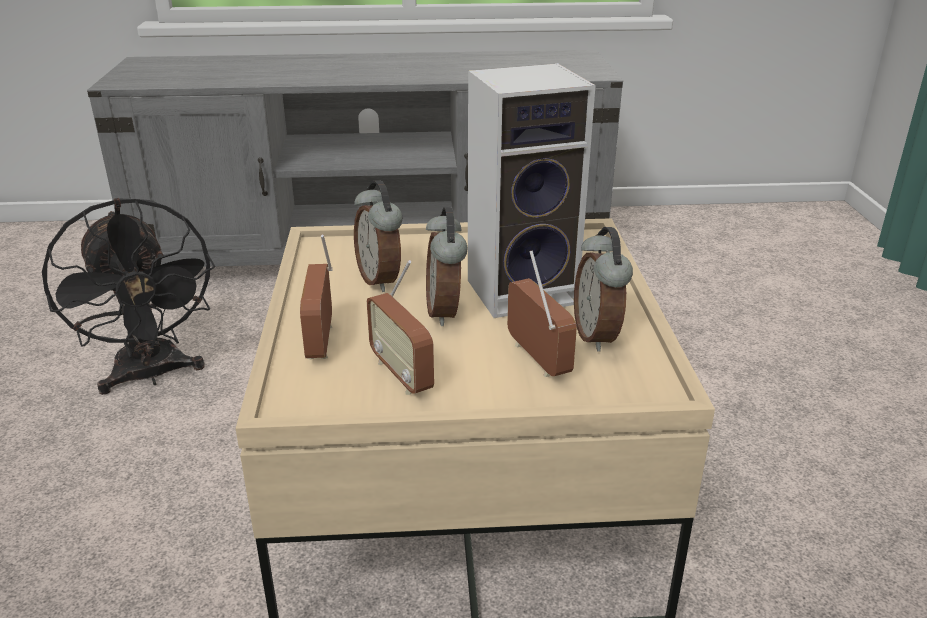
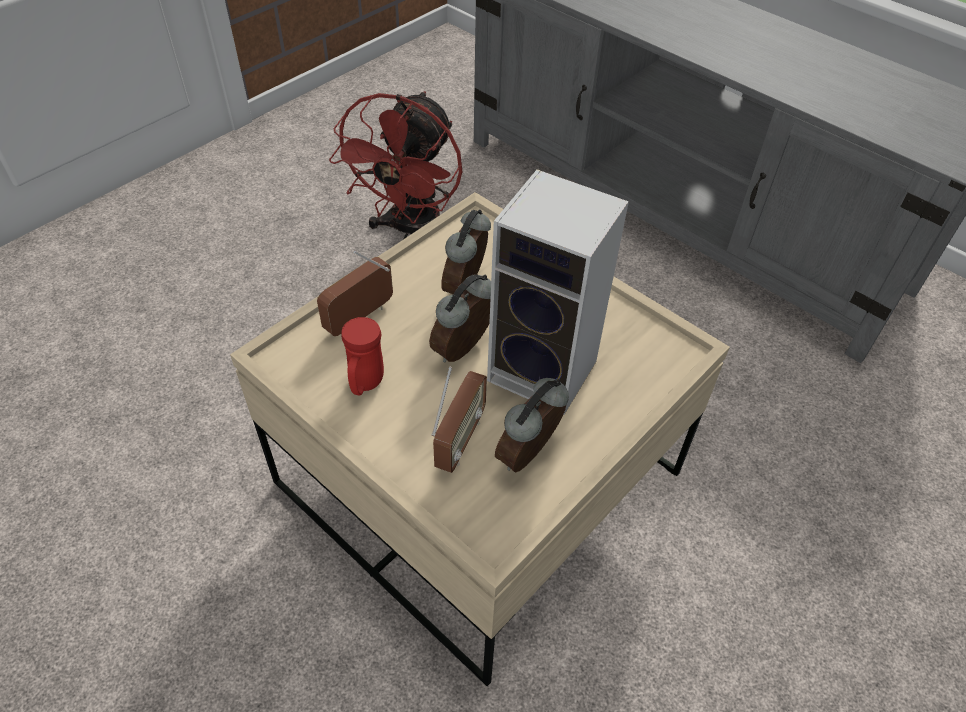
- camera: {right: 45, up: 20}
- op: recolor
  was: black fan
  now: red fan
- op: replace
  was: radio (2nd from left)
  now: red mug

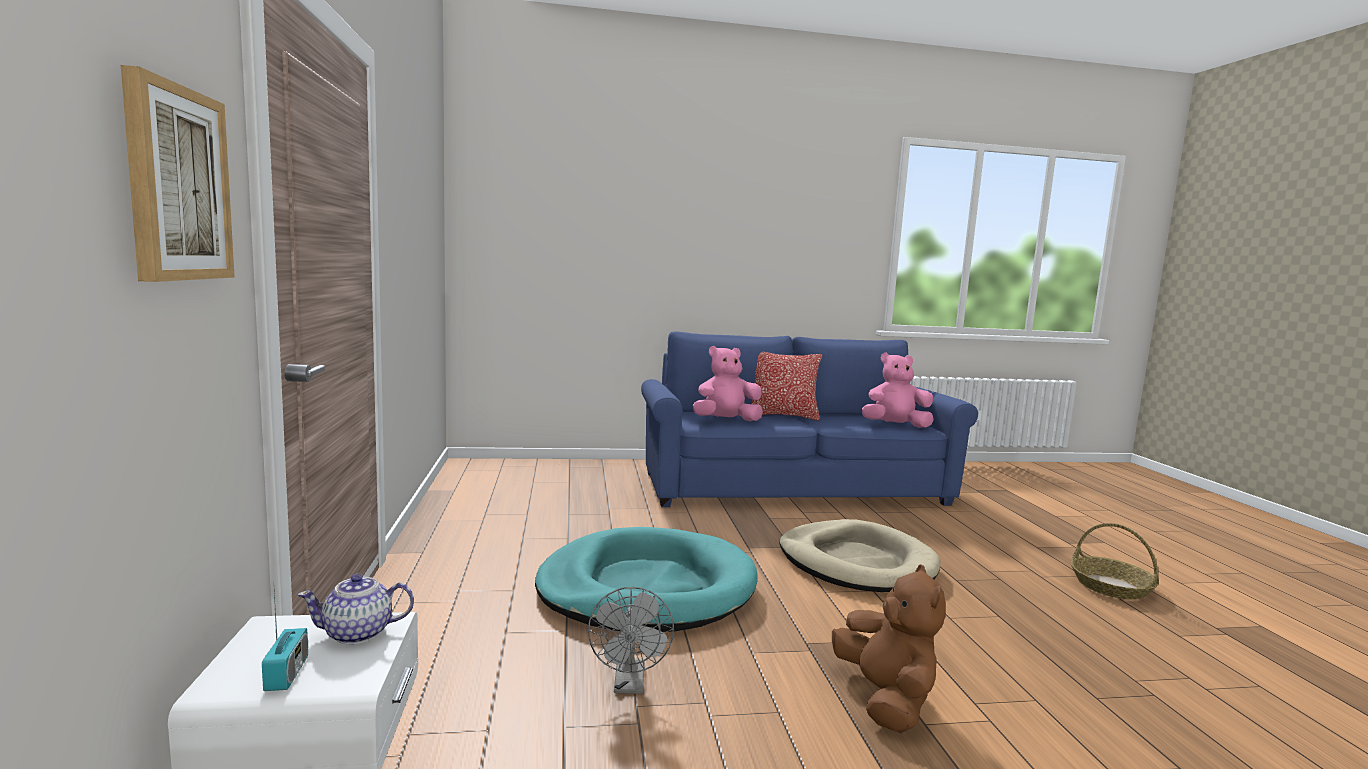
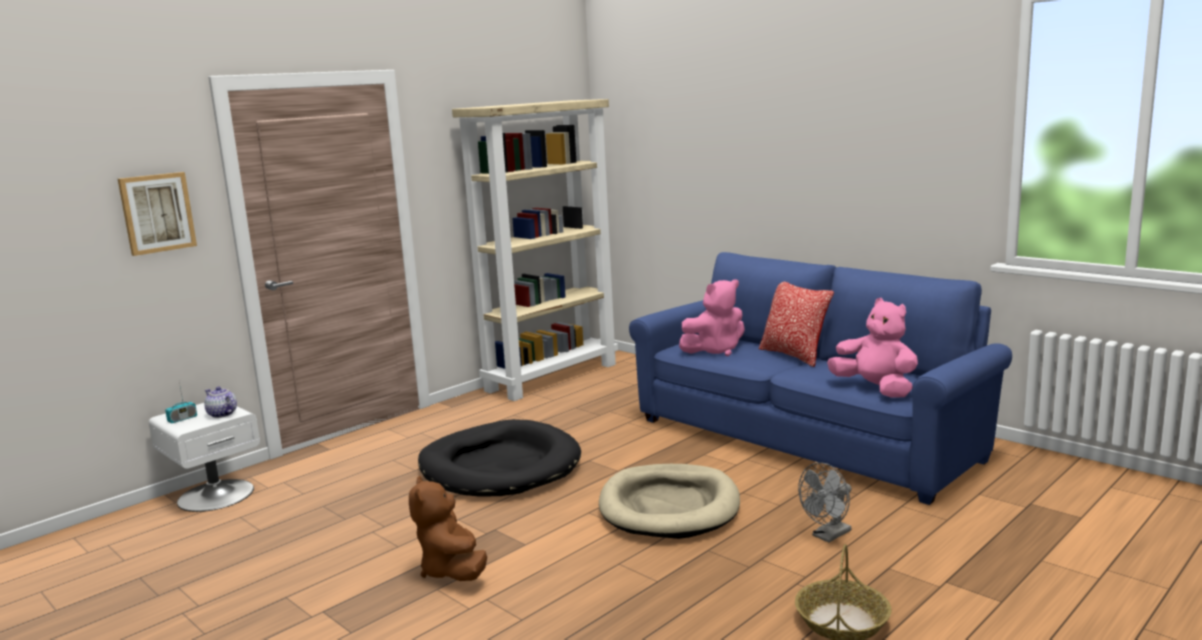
- camera: {right: 55, up: 5}
- op: rotate
  was: brown plush toy
  clockwise: 120
- op: recolor
  was: turquoise dog bed
  now: black dog bed
- op: insert
  now: beige bookcase
- op: rotate
  was: pink plush toy (1st from left)
  clockwise: 120
- op: move
  was: grey fan

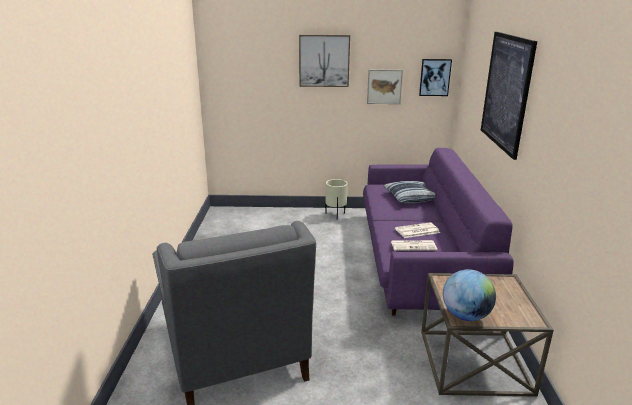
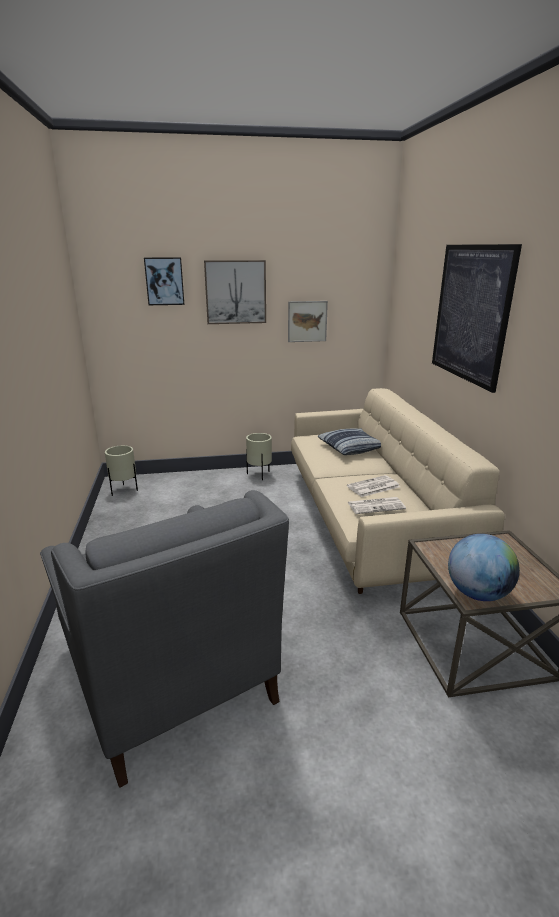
- camera: {right: -10, up: 0}
- op: insert
  now: beige planter (1st from left)
- op: move
  was: picture (3rd from left in the first image)
  now: picture (1st from left)
- op: recolor
  was: purple sofa
  now: beige sofa

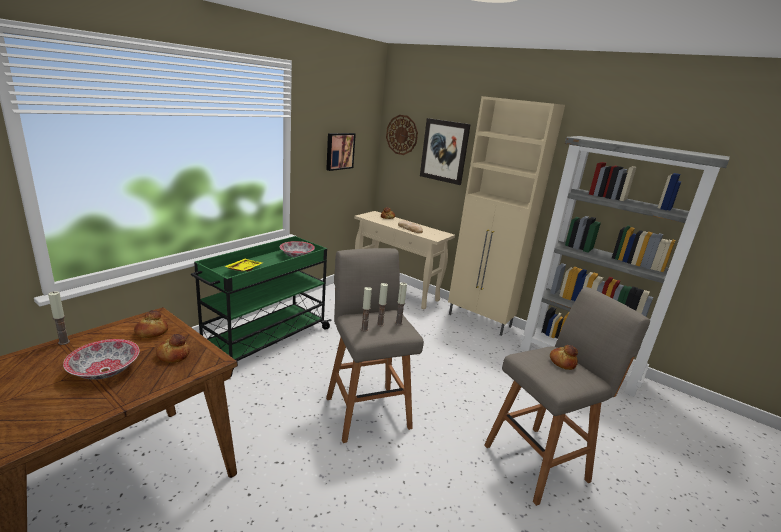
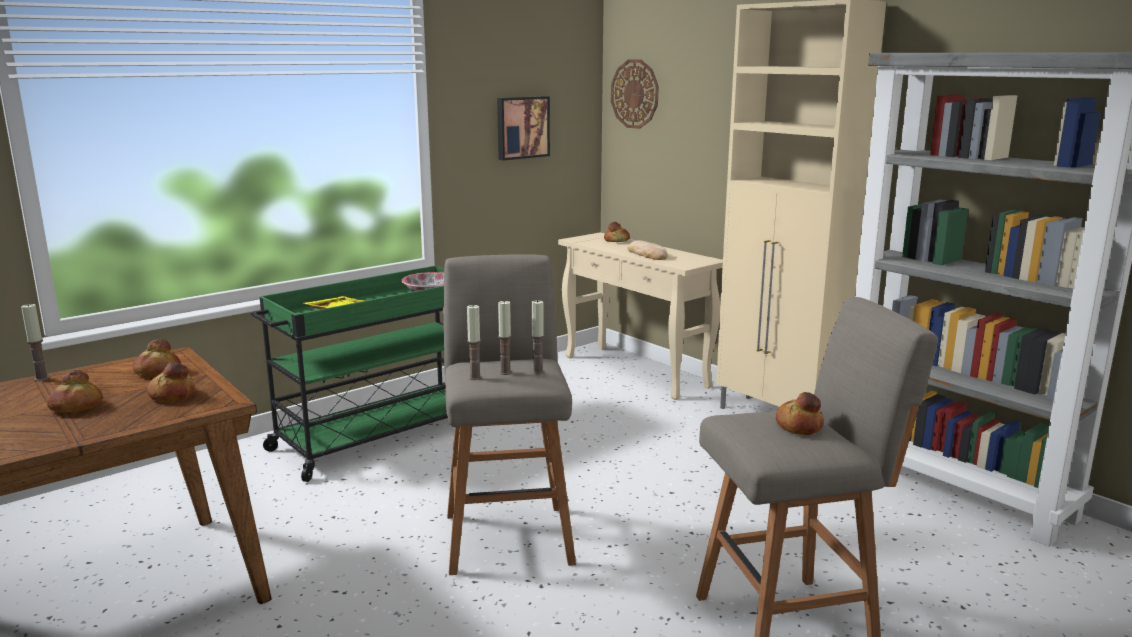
- camera: {right: 15, up: -5}
- op: replace
  was: bowl (1st from left)
  now: bread (1st from left)
- op: delete
  was: picture (2nd from left)

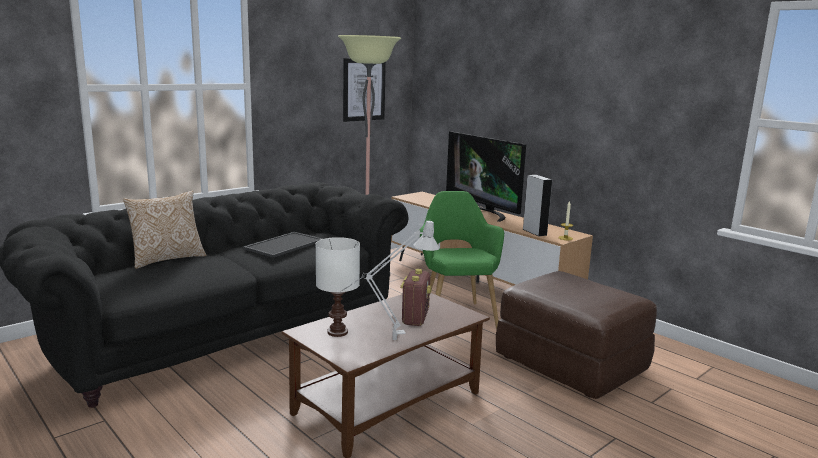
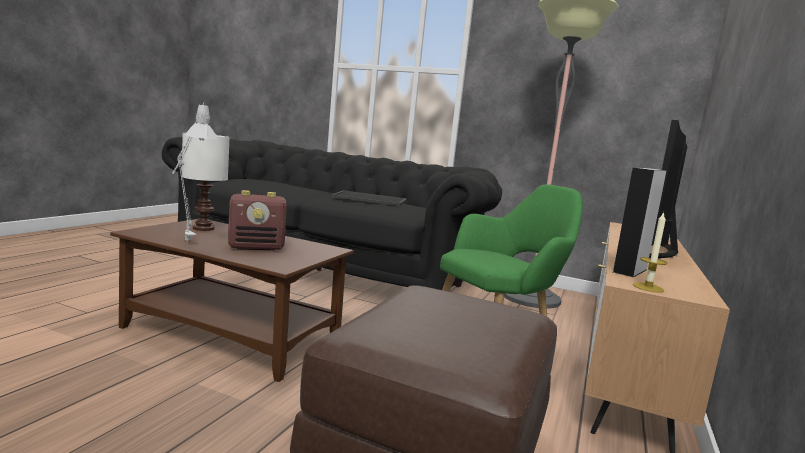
- camera: {right: 65, up: -5}
- op: delete
  was: pillow
- op: delete
  was: picture

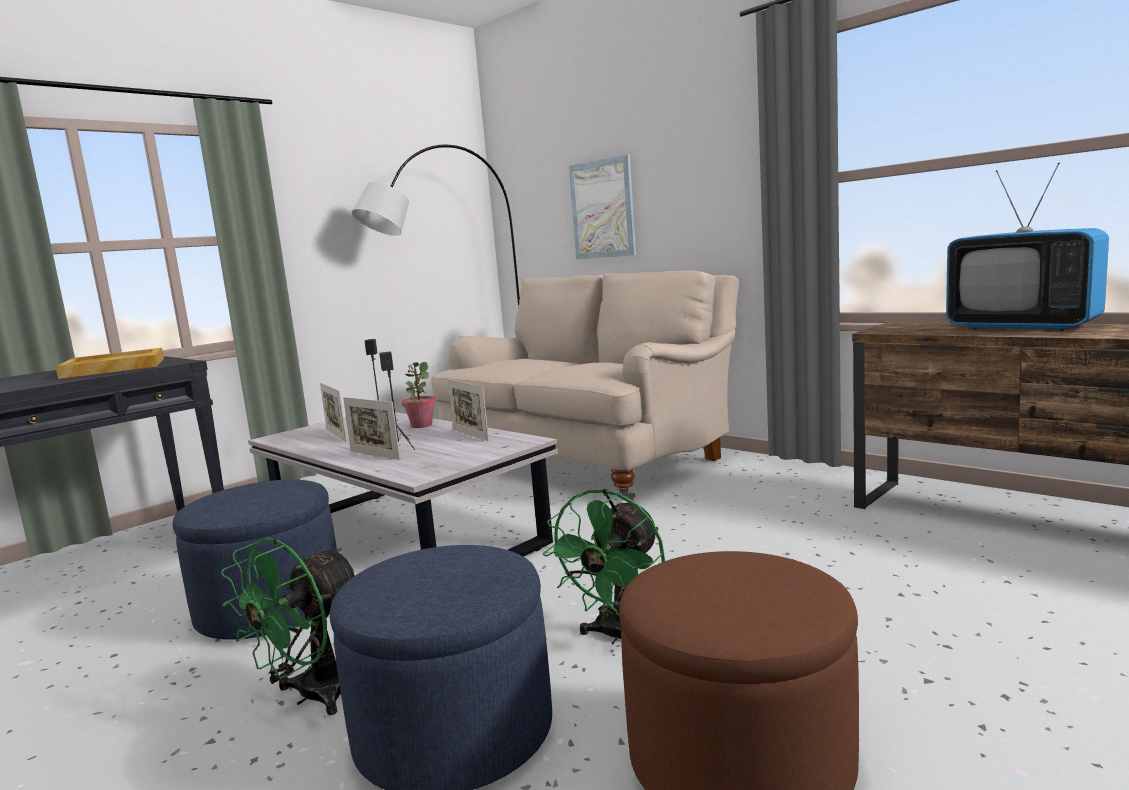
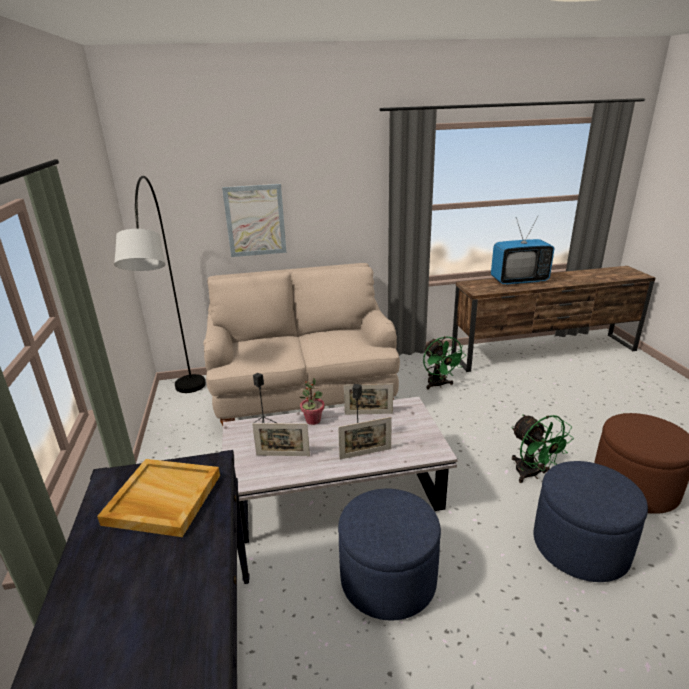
- camera: {right: -55, up: 15}
- op: move
  was: green fan (1st from left)

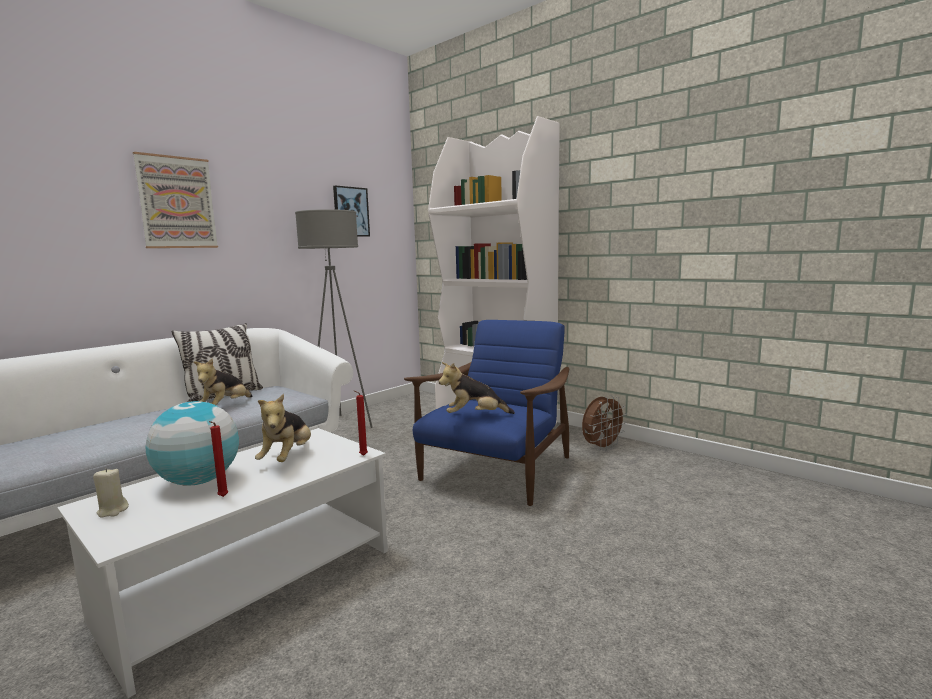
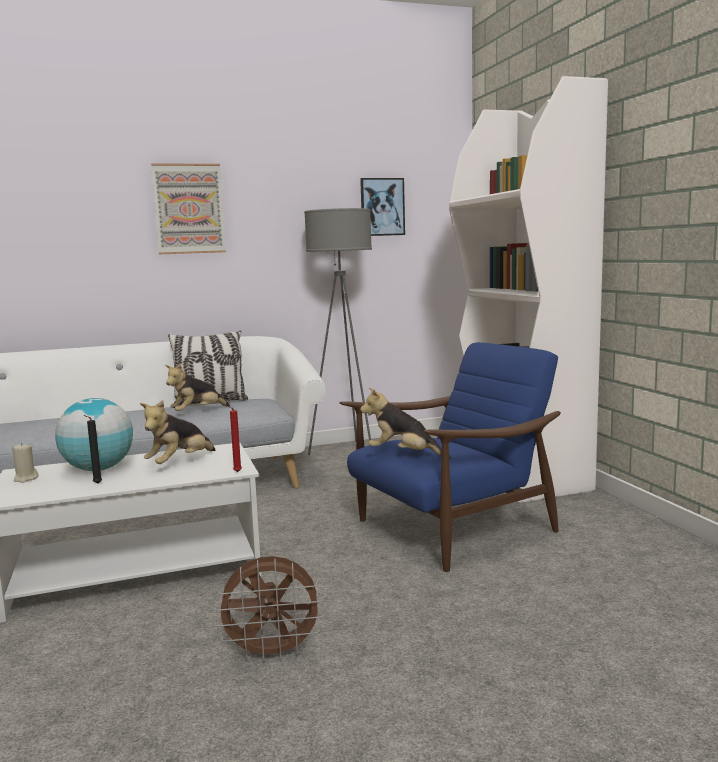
- camera: {right: 30, up: 0}
- op: recolor
  was: red candle (1st from left)
  now: black candle
- op: move
  was: brown fan

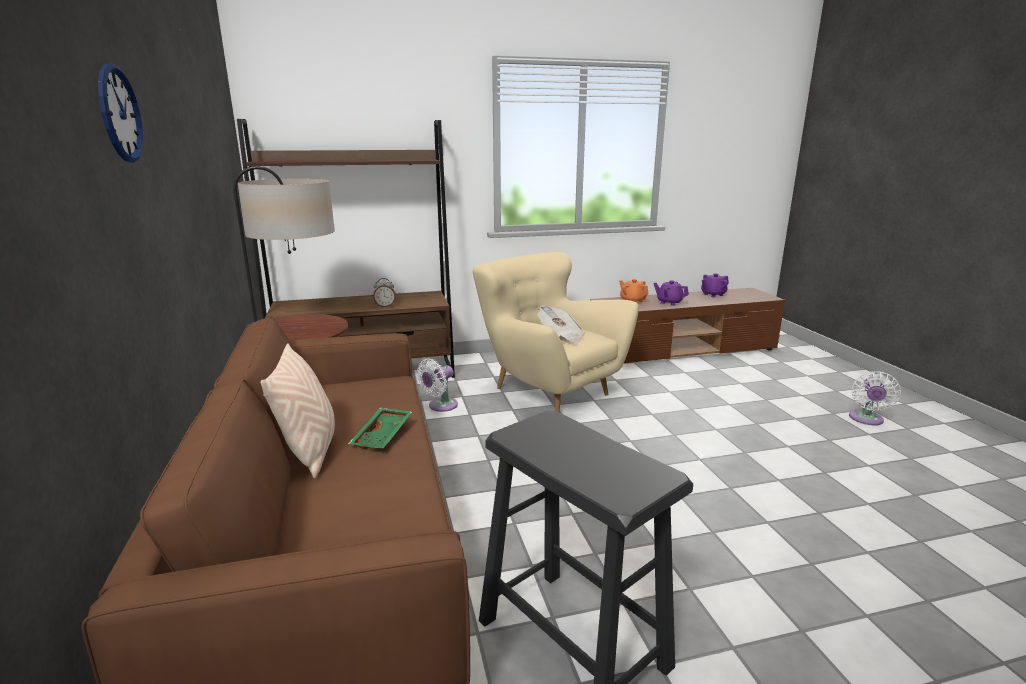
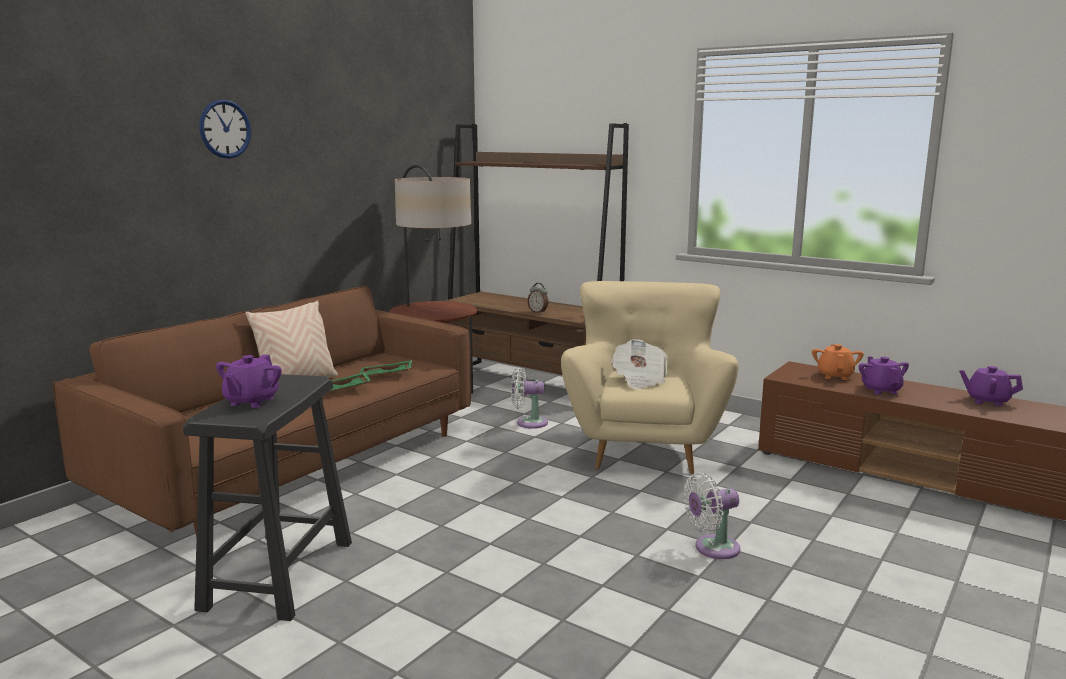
- camera: {right: 50, up: -5}
- op: insert
  now: purple teapot (1st from left)
- op: insert
  now: green tray (2nd from left)
- op: move
  was: white fan (2nd from left)

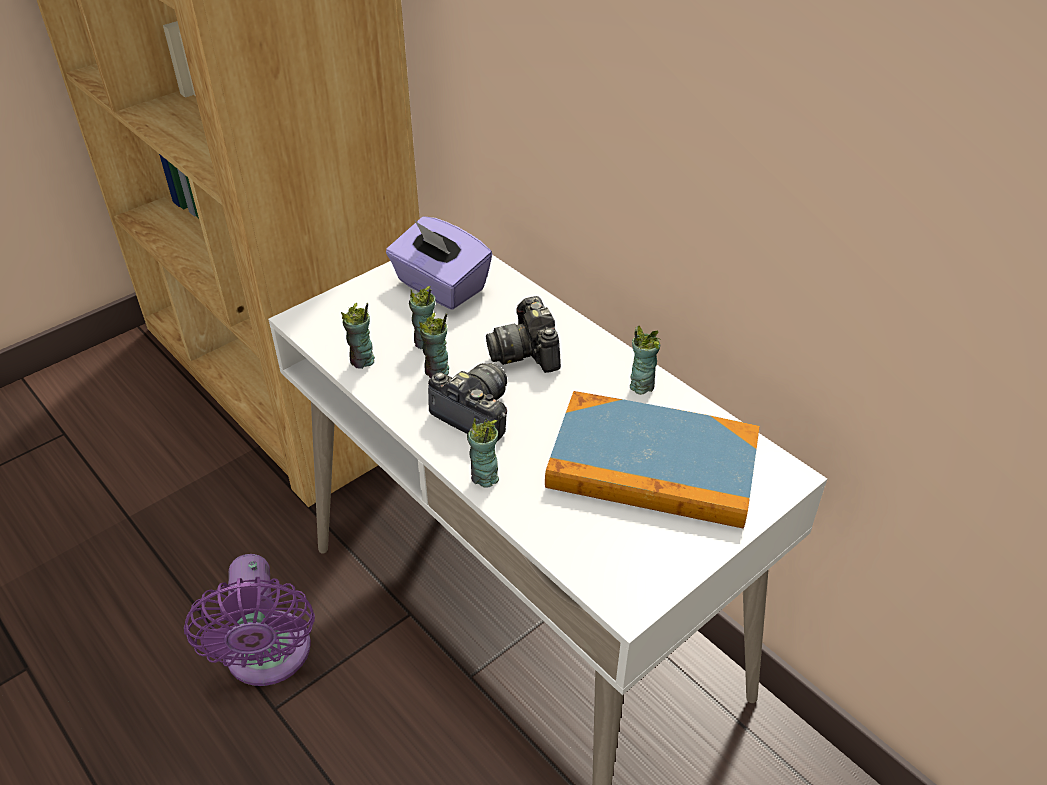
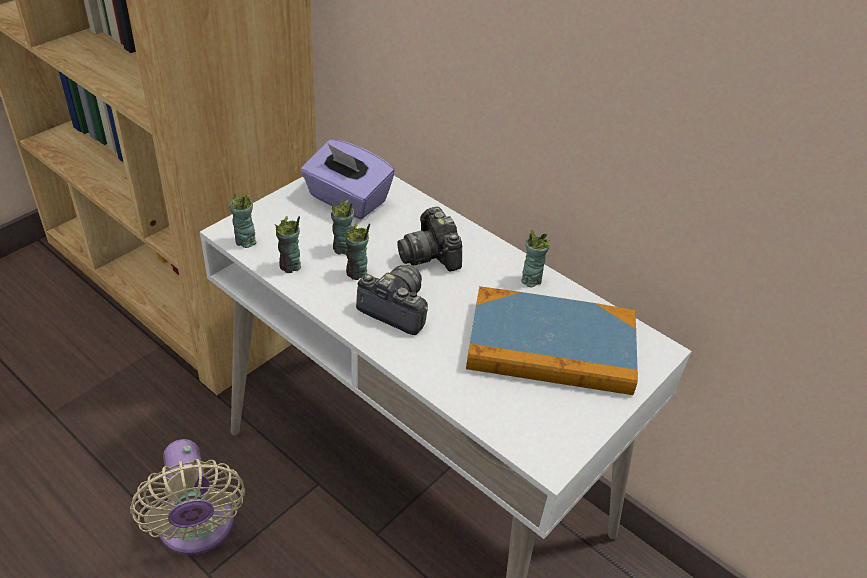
- camera: {right: -10, up: 0}
- op: recolor
  was: purple fan
  now: beige fan
- op: move
  was: cup (4th from left in the first image)
  now: cup (1st from left)

